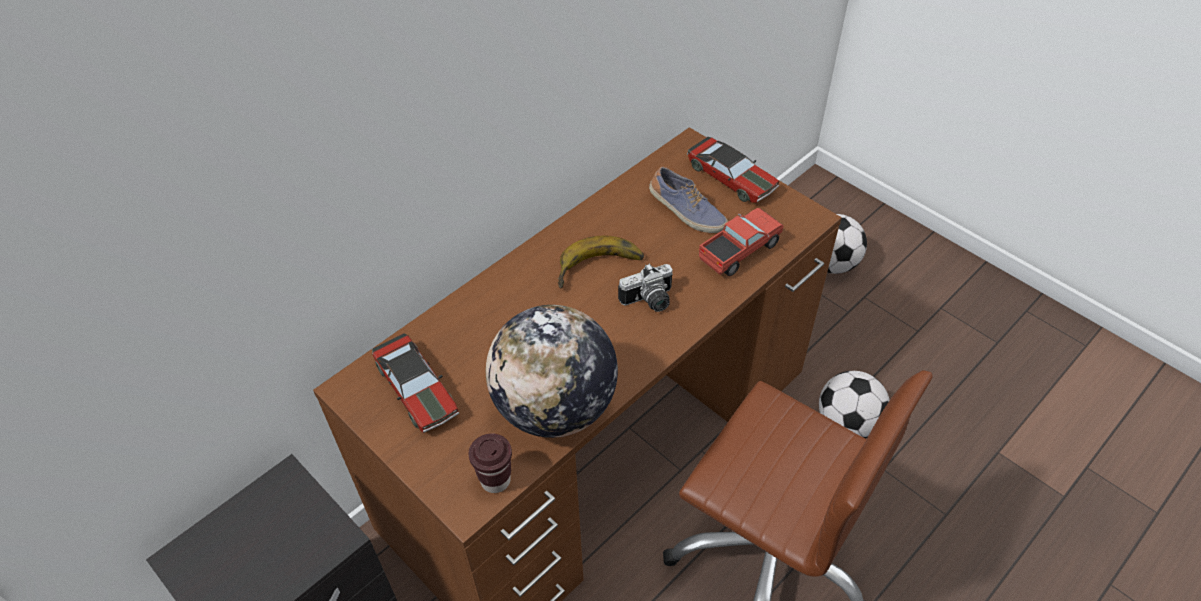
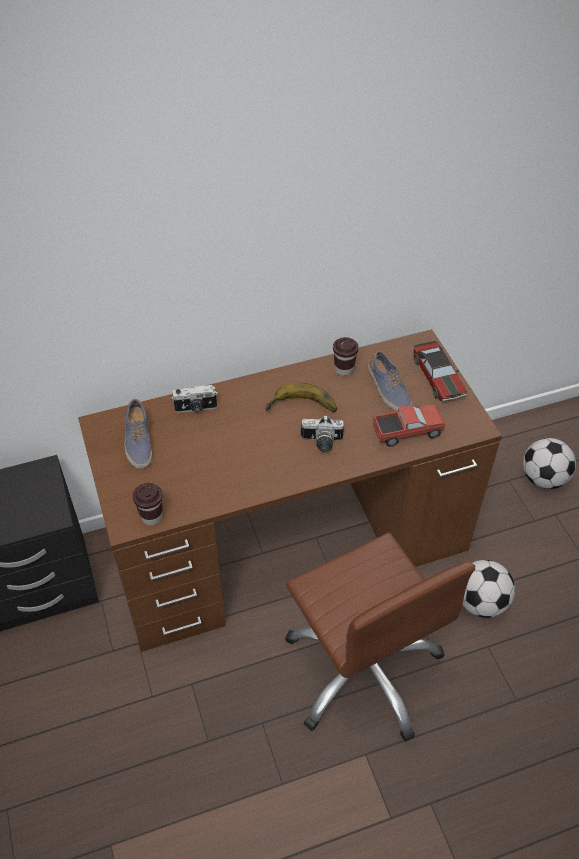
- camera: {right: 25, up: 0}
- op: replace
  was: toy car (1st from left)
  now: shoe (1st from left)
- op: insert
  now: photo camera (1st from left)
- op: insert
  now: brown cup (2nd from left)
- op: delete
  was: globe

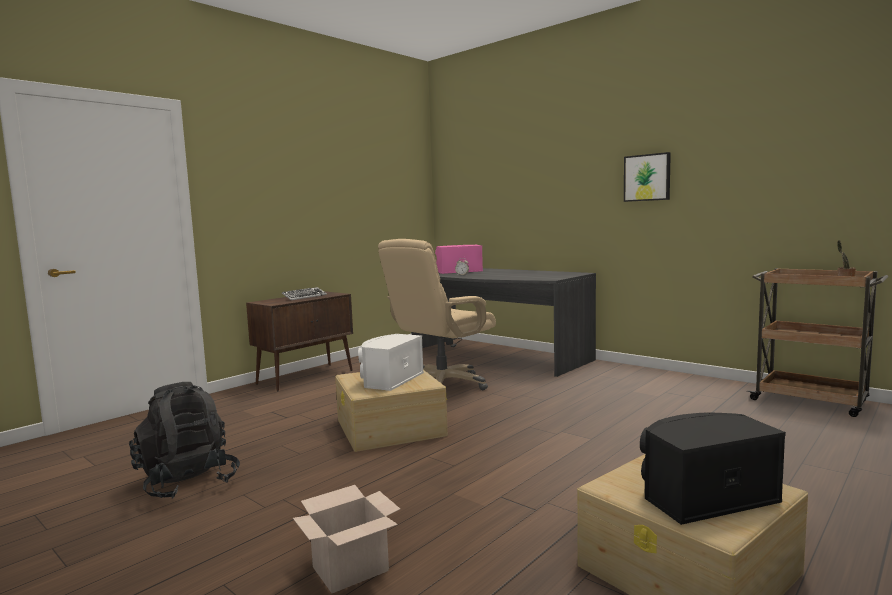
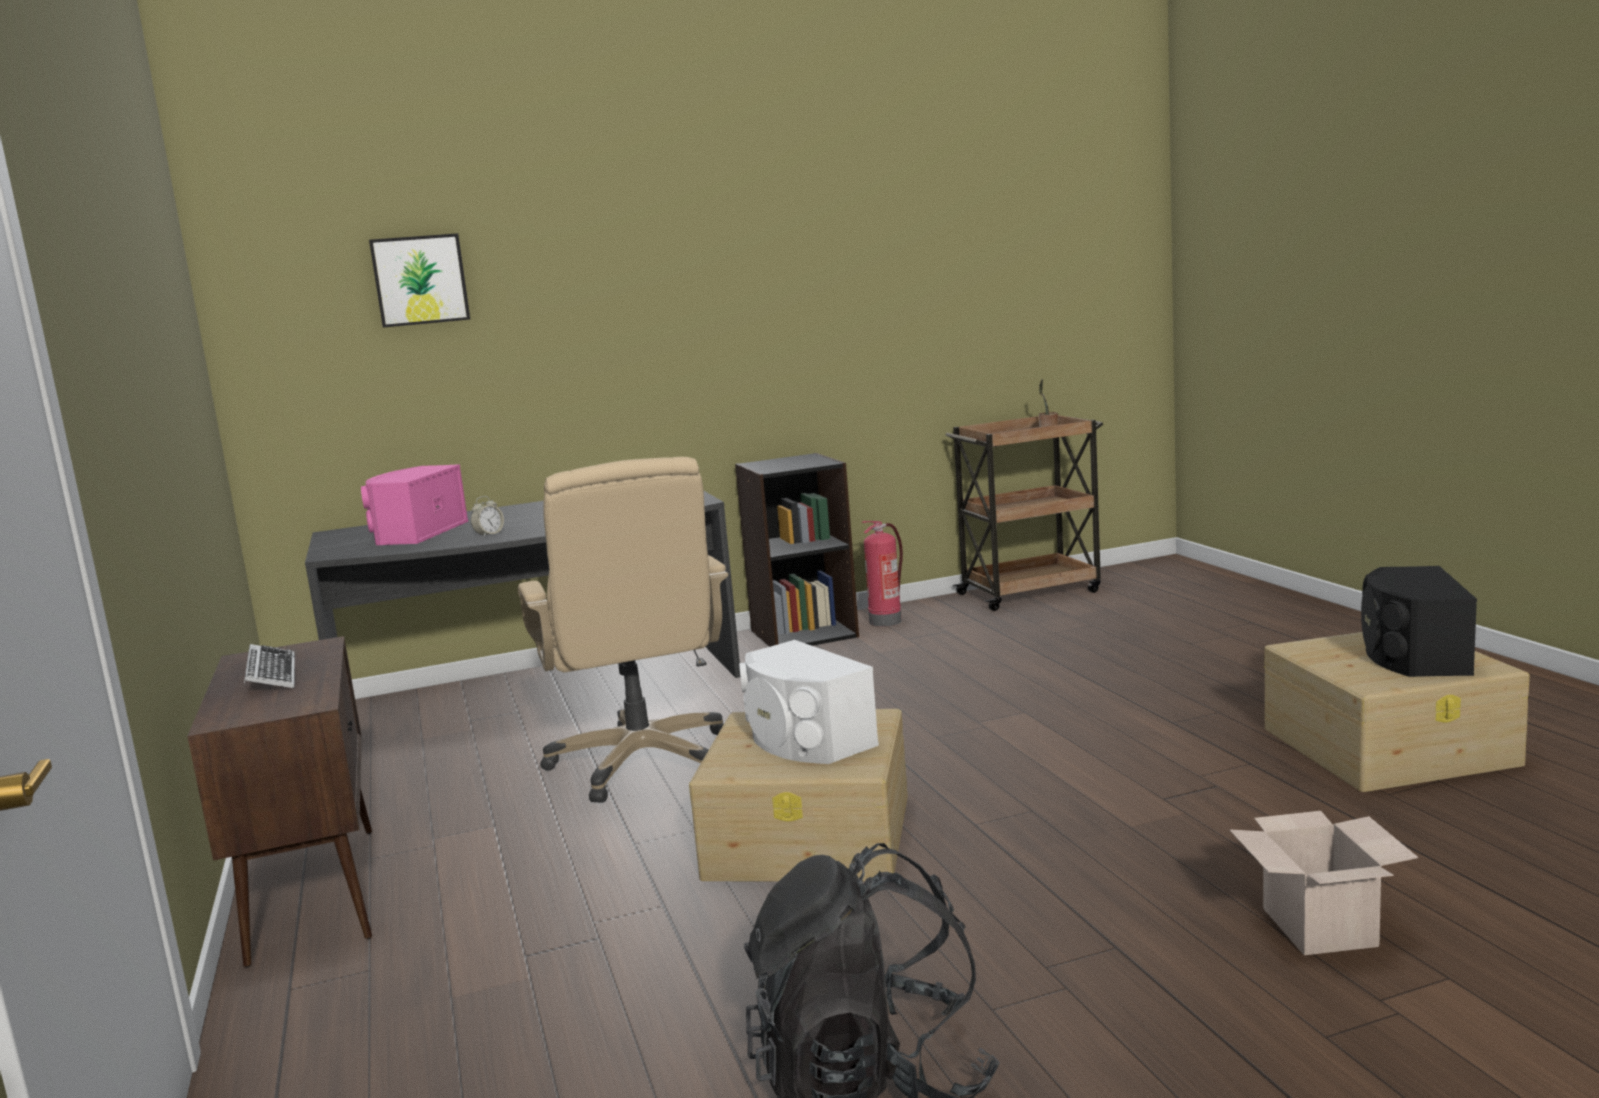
- camera: {right: -60, up: 5}
- op: move
  was: picture
- op: insert
  now: black bookcase
- op: insert
  now: fire extinguisher

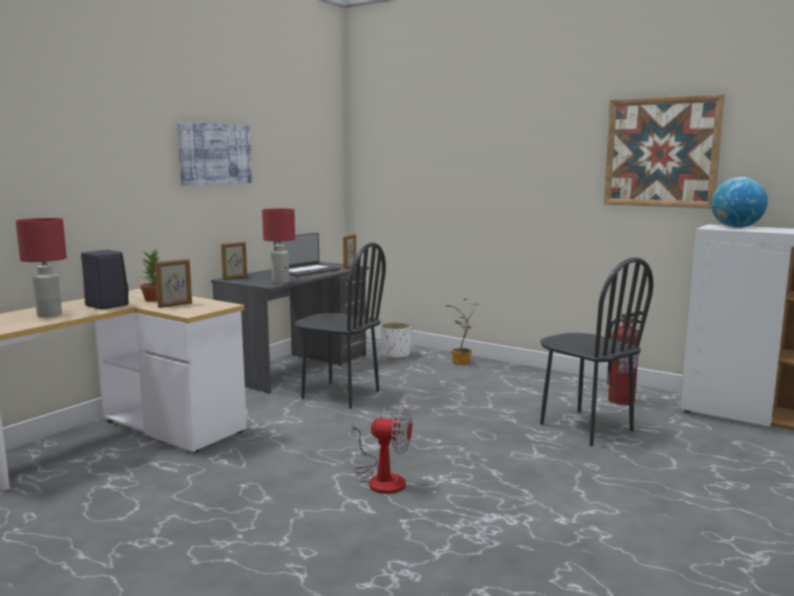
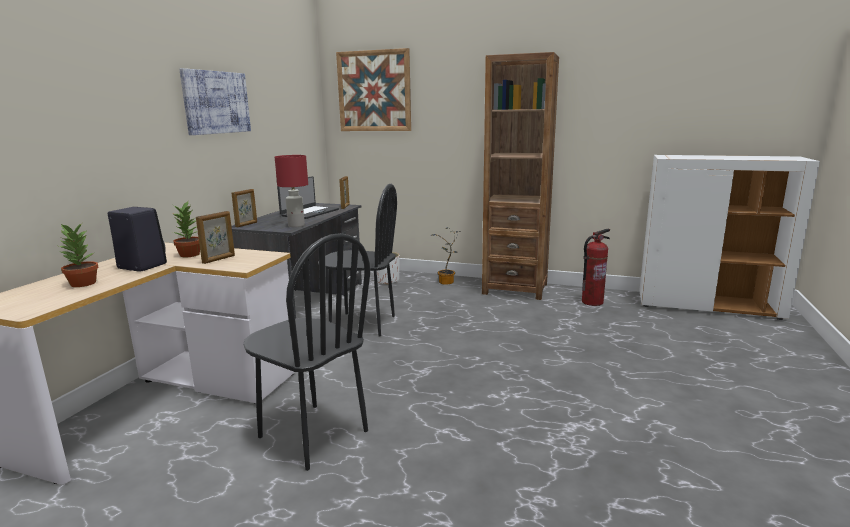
- camera: {right: -15, up: 5}
- op: replace
  was: red table lamp (1st from left)
  now: potted plant (1st from left)
- op: move
  was: black chair (2nd from left in the first image)
  now: black chair (1st from left)
- op: move
  was: picture (2nd from left)
- op: insert
  now: brown bookcase
- op: delete
  was: fan
- op: delete
  was: globe

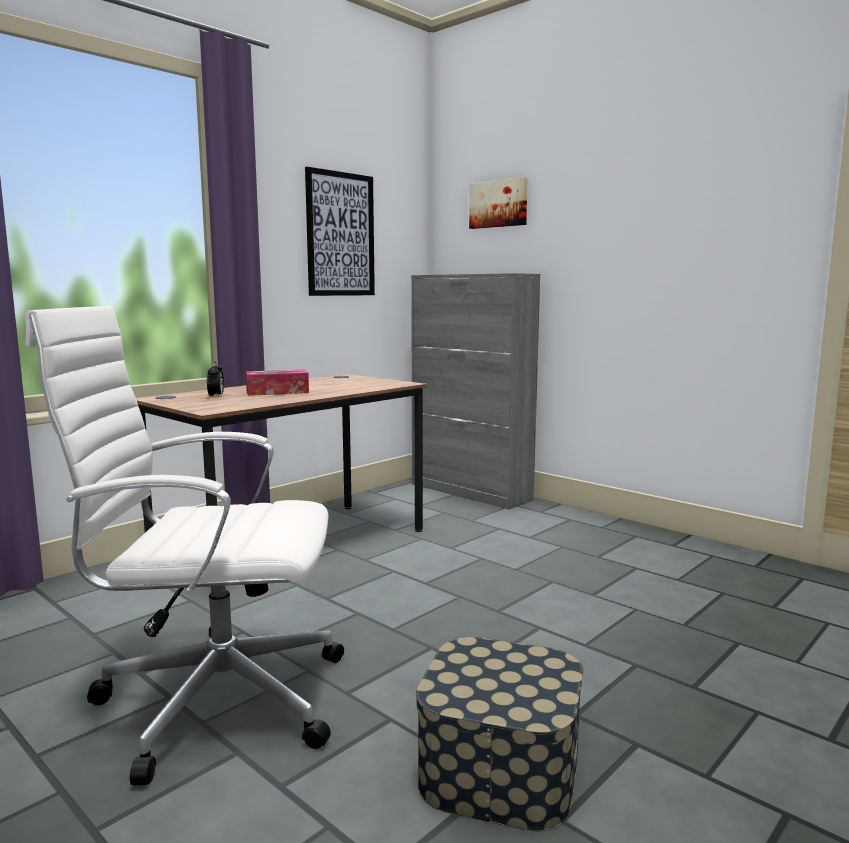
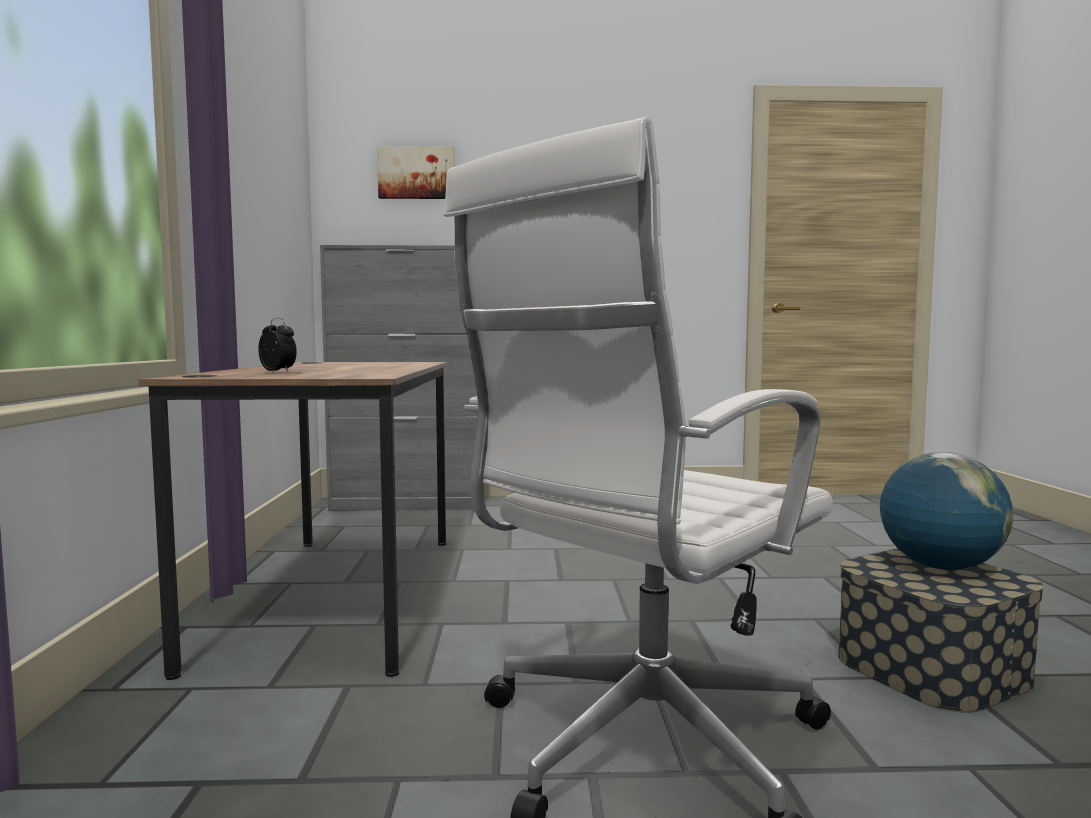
- camera: {right: -45, up: -5}
- op: insert
  now: globe
- op: delete
  was: tissue box
- op: delete
  was: picture (1st from left)

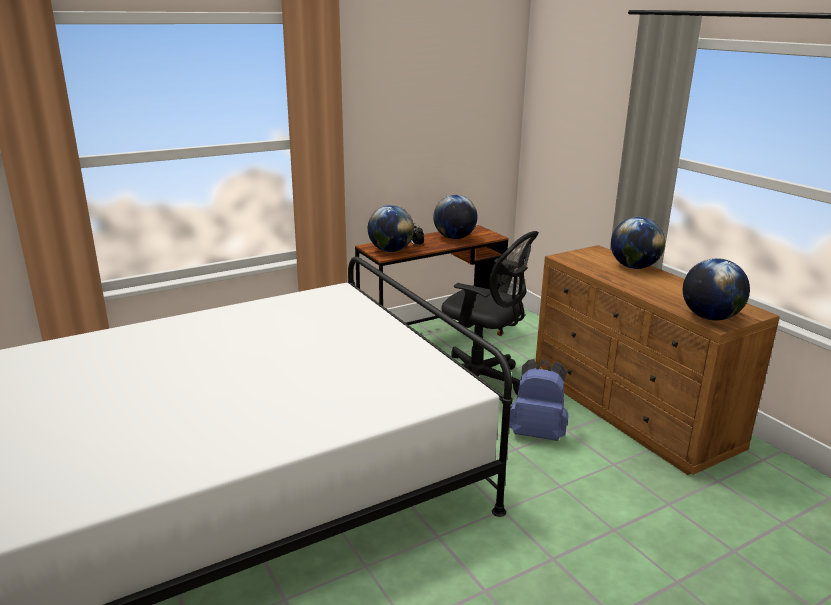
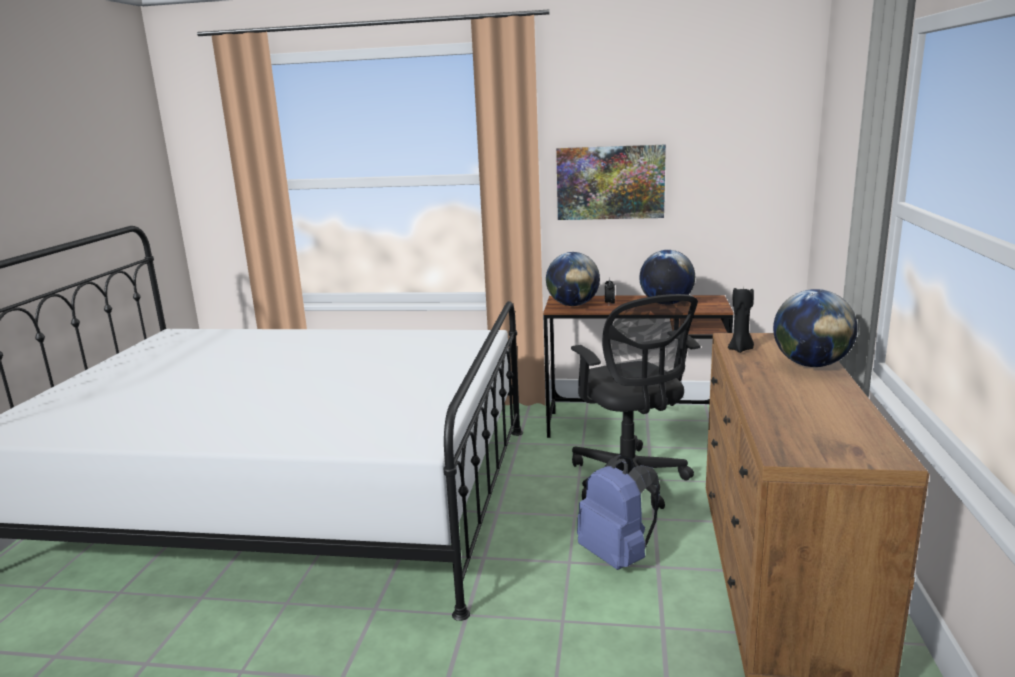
- camera: {right: 40, up: -5}
- op: insert
  now: picture
- op: insert
  now: black candle
- op: delete
  was: globe (4th from left)

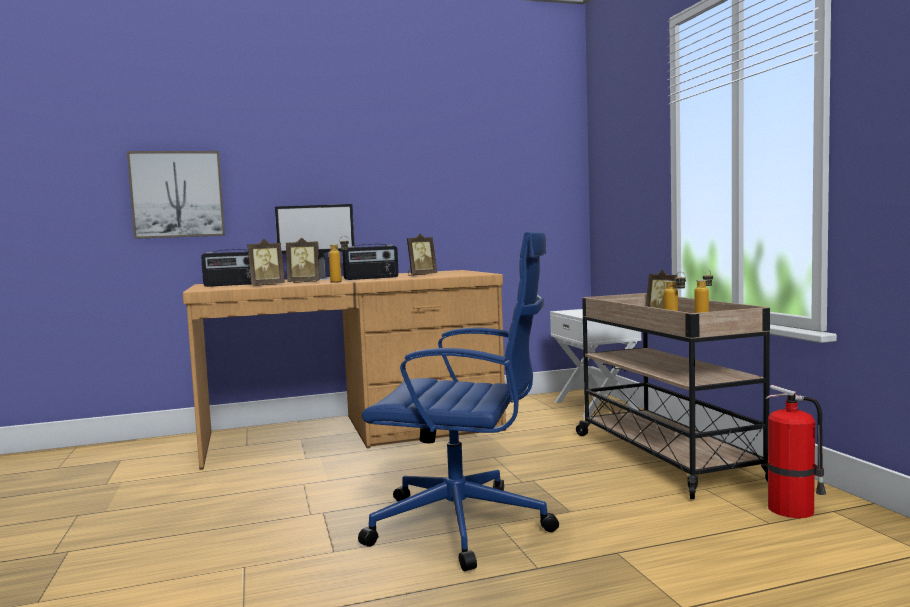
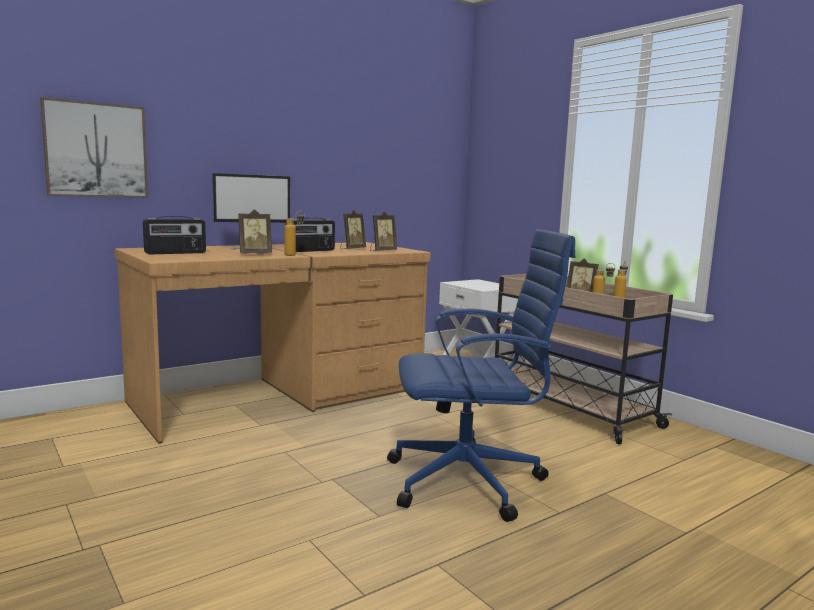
- camera: {right: -20, up: 5}
- op: move
  was: picture frame (1st from left in the first image)
  now: picture frame (3rd from left)
- op: delete
  was: fire extinguisher

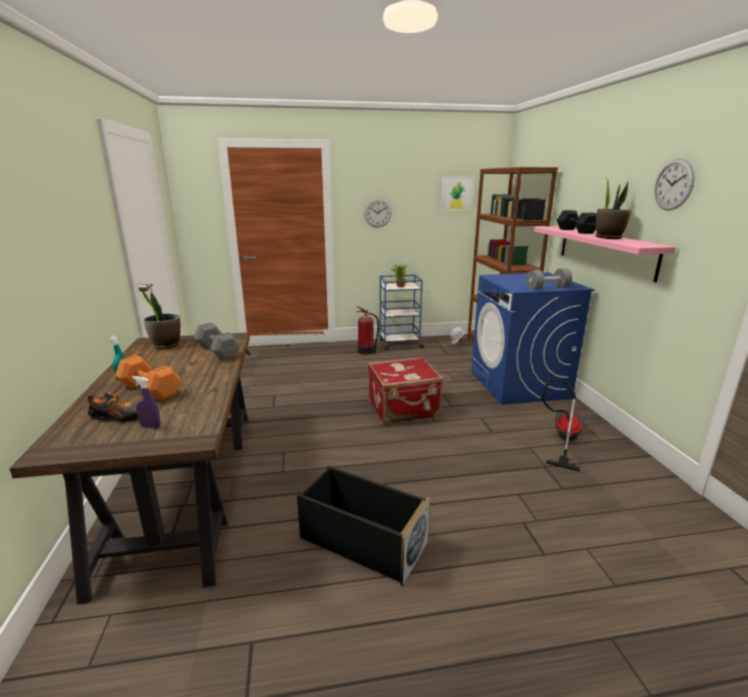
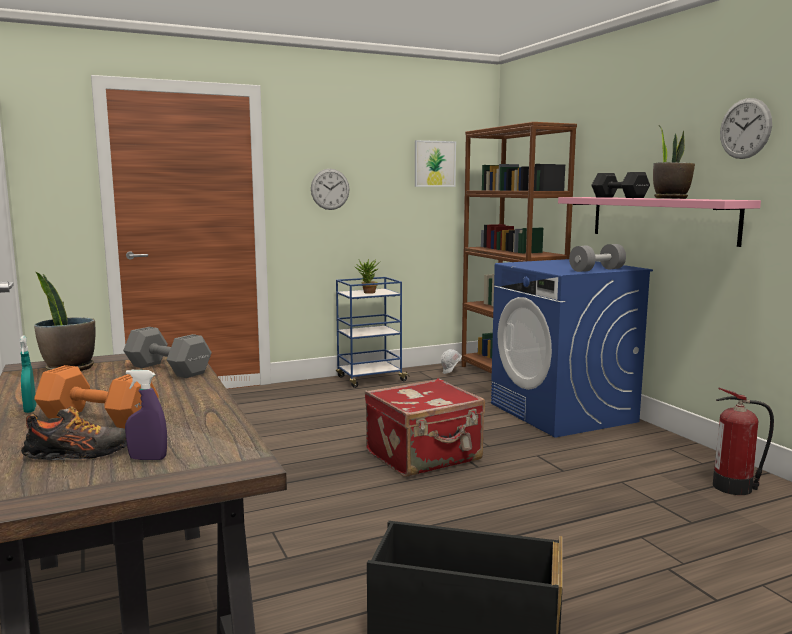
- camera: {right: -15, up: -10}
- op: move
  was: fire extinguisher
- op: delete
  was: vacuum cleaner

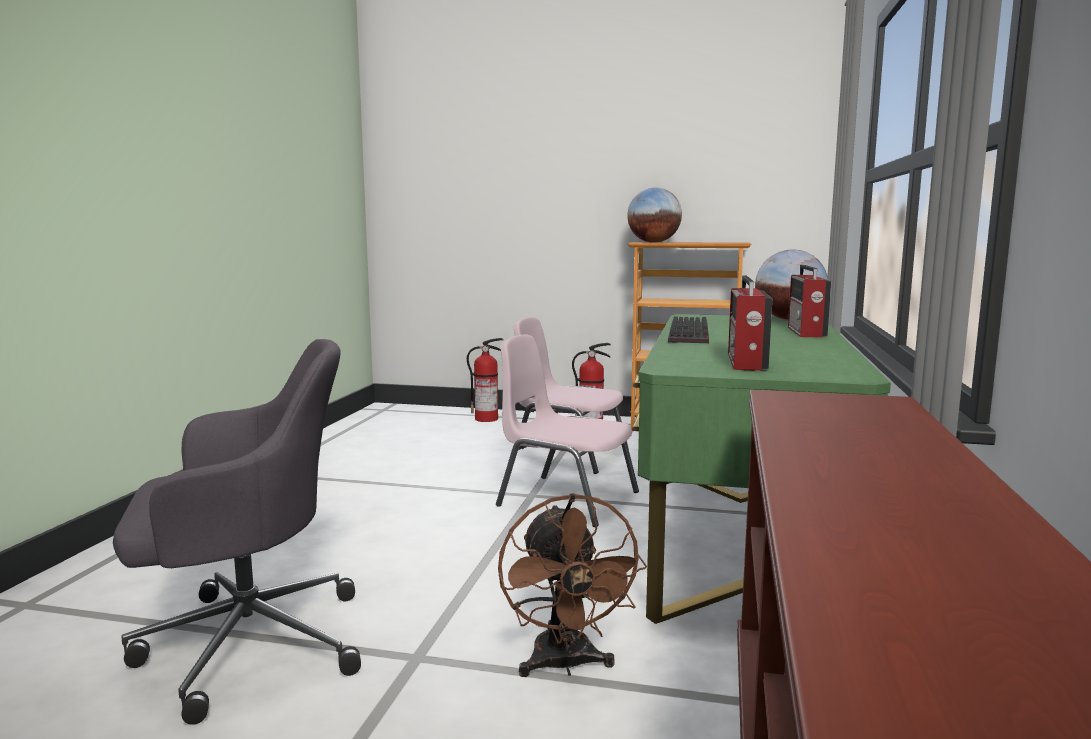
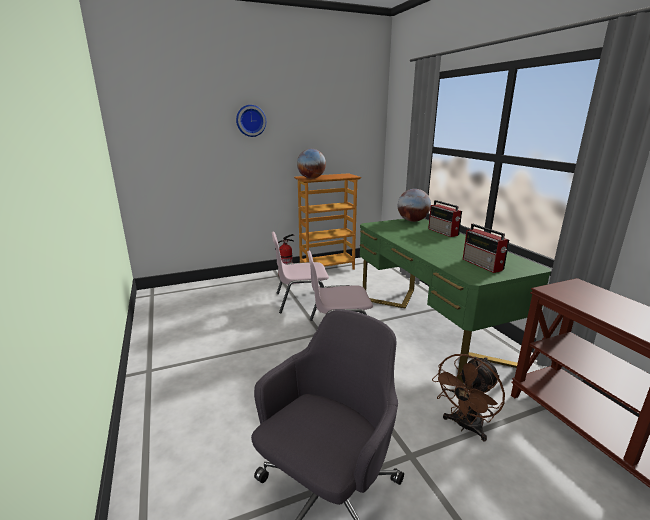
- camera: {right: -35, up: 10}
- op: insert
  now: wall clock
- op: rotate
  was: brown fan
  clockwise: 90
- op: delete
  was: fire extinguisher (1st from left)
- op: delete
  was: keyboard

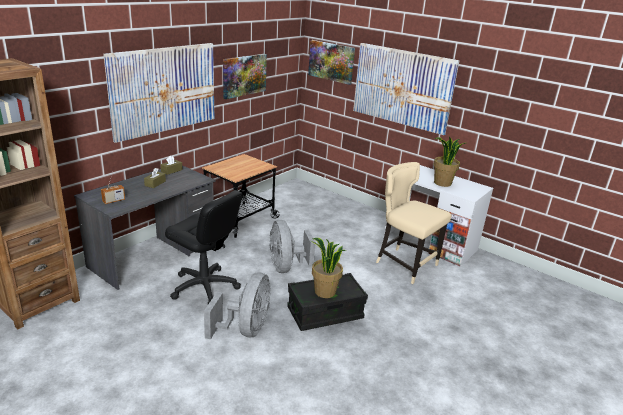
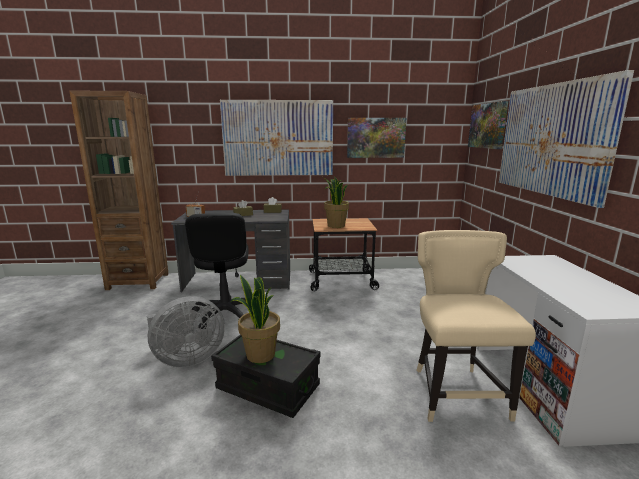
- camera: {right: 50, up: -10}
- op: move
  was: potted plant (2nd from left)
- op: delete
  was: grey fan (2nd from left)

